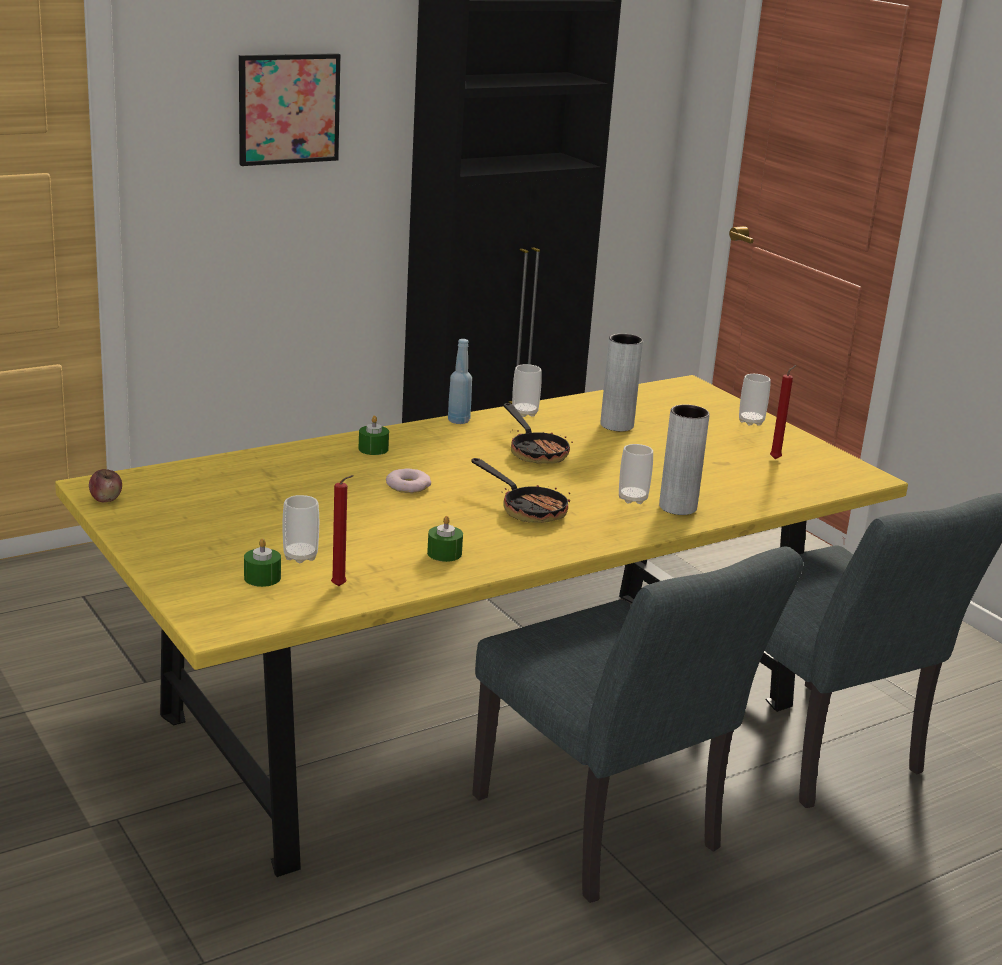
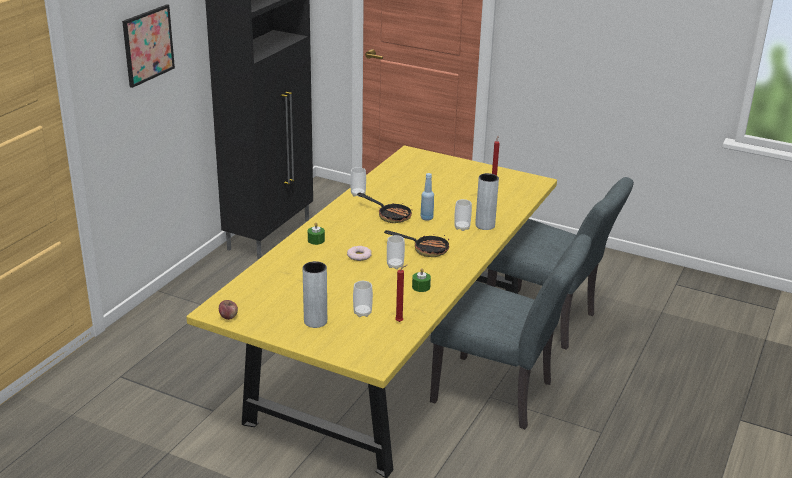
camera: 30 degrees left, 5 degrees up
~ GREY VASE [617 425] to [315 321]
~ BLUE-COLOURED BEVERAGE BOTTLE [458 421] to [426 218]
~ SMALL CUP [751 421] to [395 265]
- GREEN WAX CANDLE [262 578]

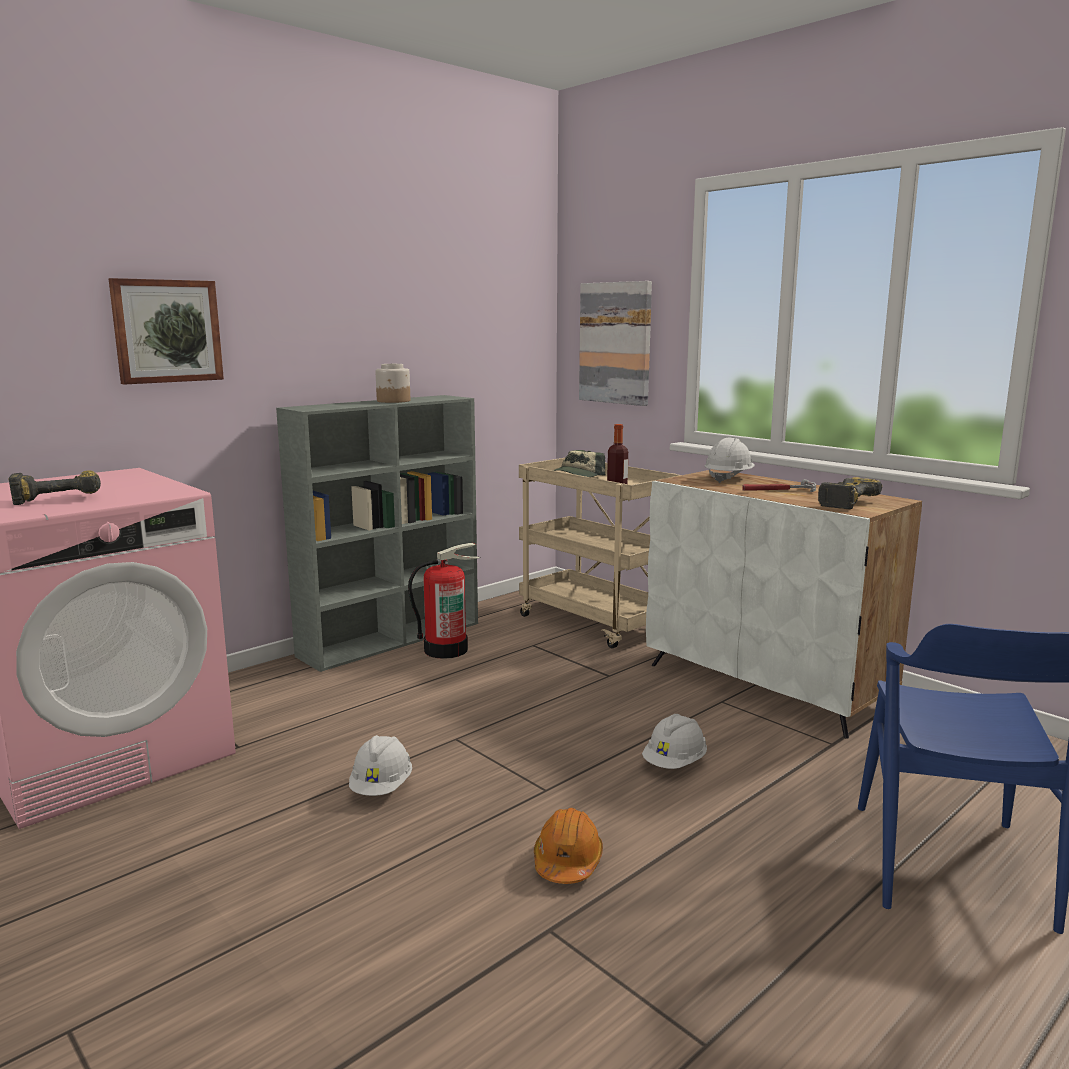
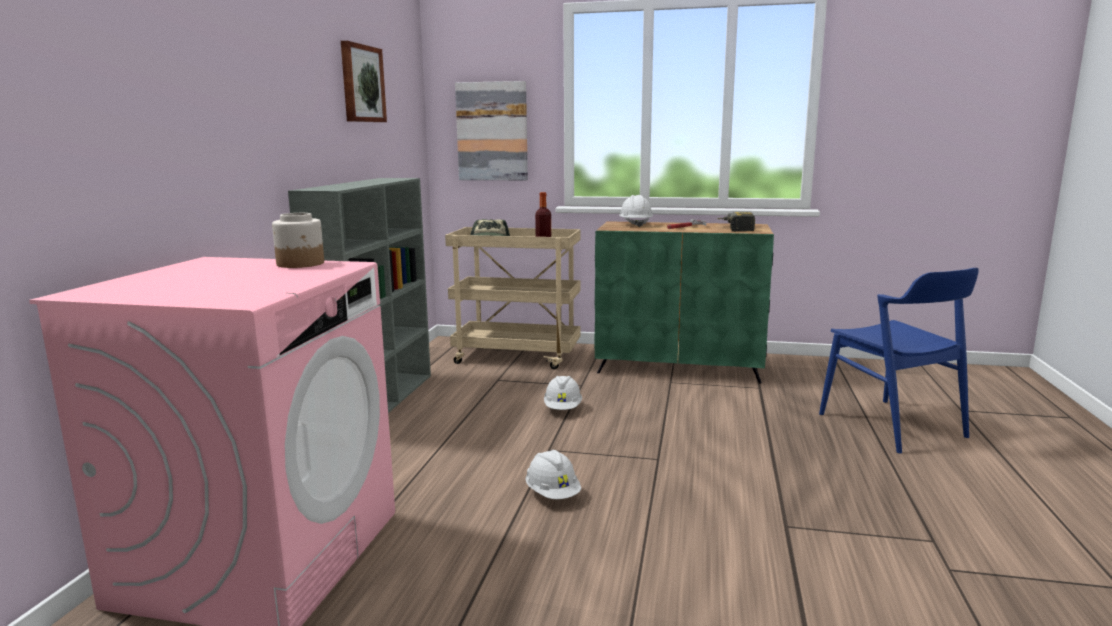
camera: 35 degrees left, 0 degrees up
~ PICTURE [167 331] to [361 84]
~ STORAGE JAR [393 401] to [301 264]
~ WHITISH CABINET [767 685] to GREEN CABINET [679 367]
- ELECTRIC DRILL [59 498]
- EXTINGUISHER [446 649]
~ WHITISH HARD HAT [675 763] to [563 409]
- ORANGE HARD HAT [567 861]

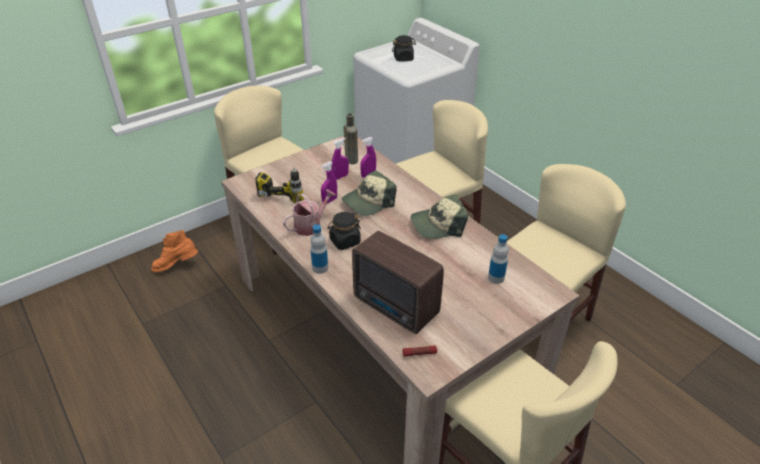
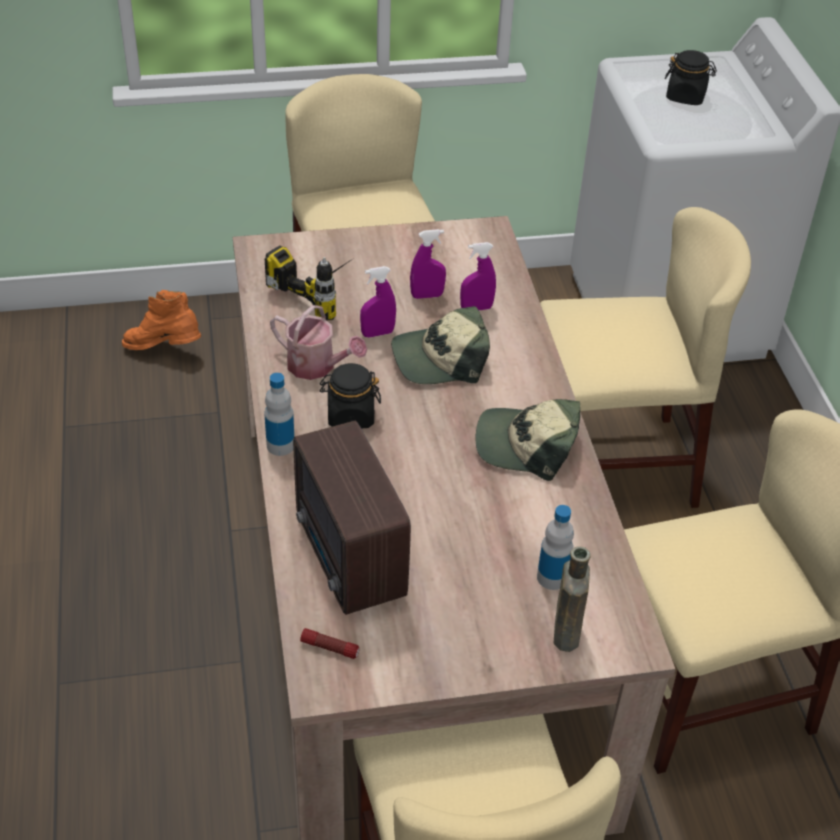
camera: 25 degrees right, 5 degrees up
~ BROWN BEVERAGE BOTTLE [351 158] to [566 630]
~ WATERING POT [310 225] = [317 366] 45 degrees clockwise

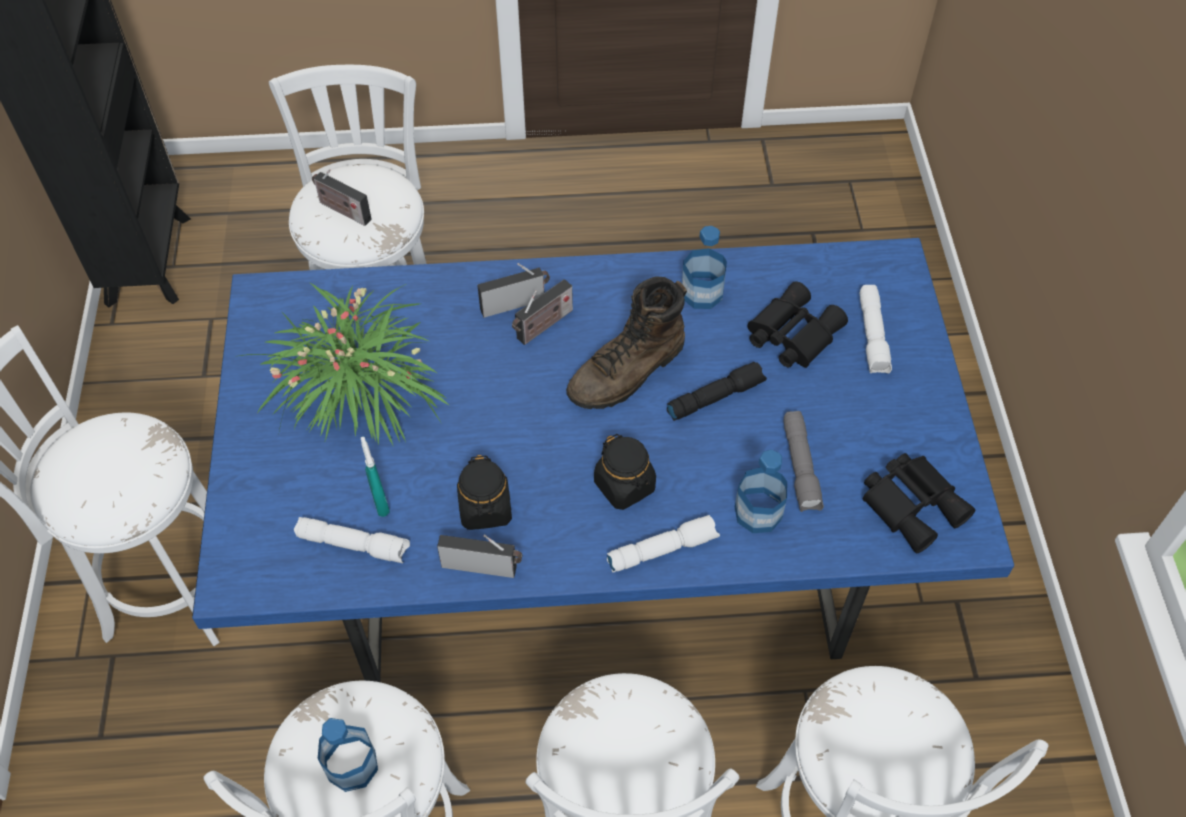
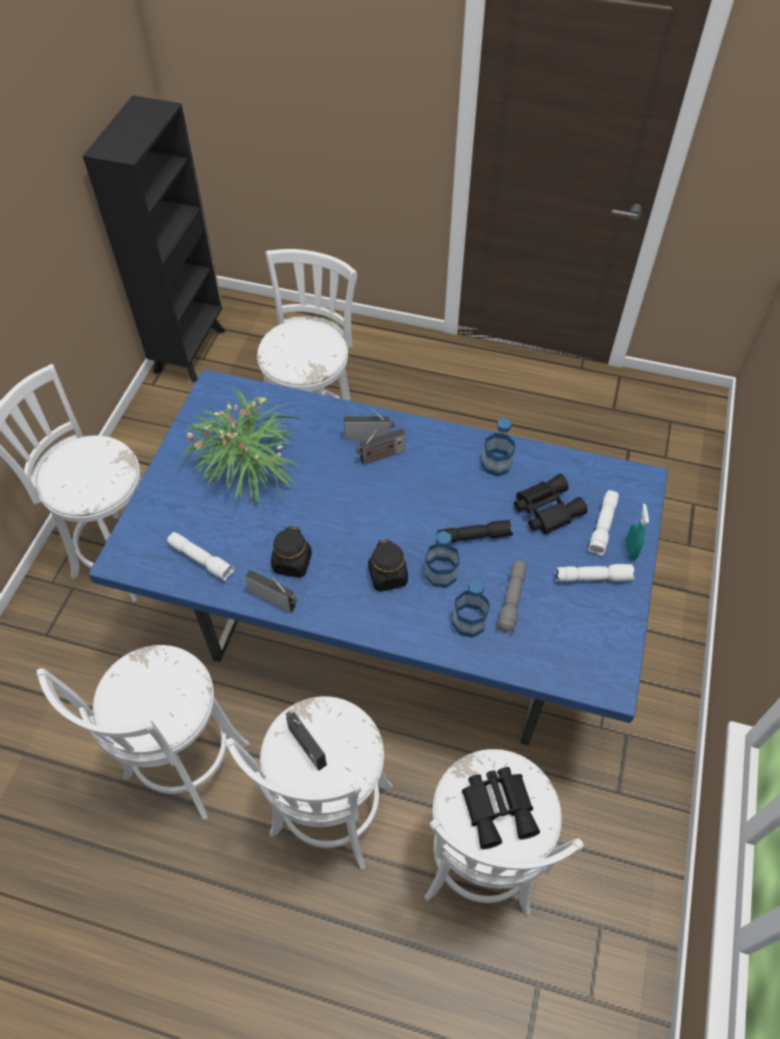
camera: 20 degrees right, 0 degrees up
~ RADIO RECEIVER [342 210] to [305 745]
- BROWN HIGH-TOP BOOT [628 372]
~ TURQUOISE-COLOURED HAND SPRAYER [380 502] to [630 550]
~ BLACKISH BINOCULARS [913 504] to [499 807]
~ WHITISH TORCH [662 548] to [594 577]
~ BEVERAGE BOTTLE [352 765] to [441 574]

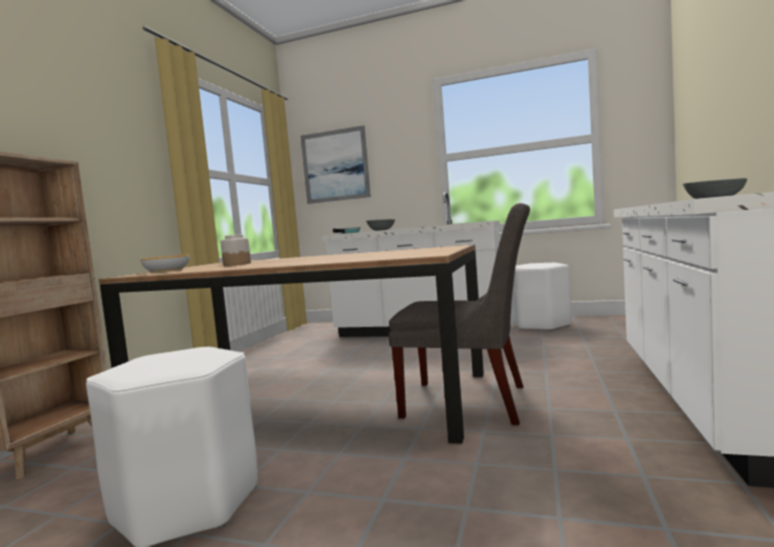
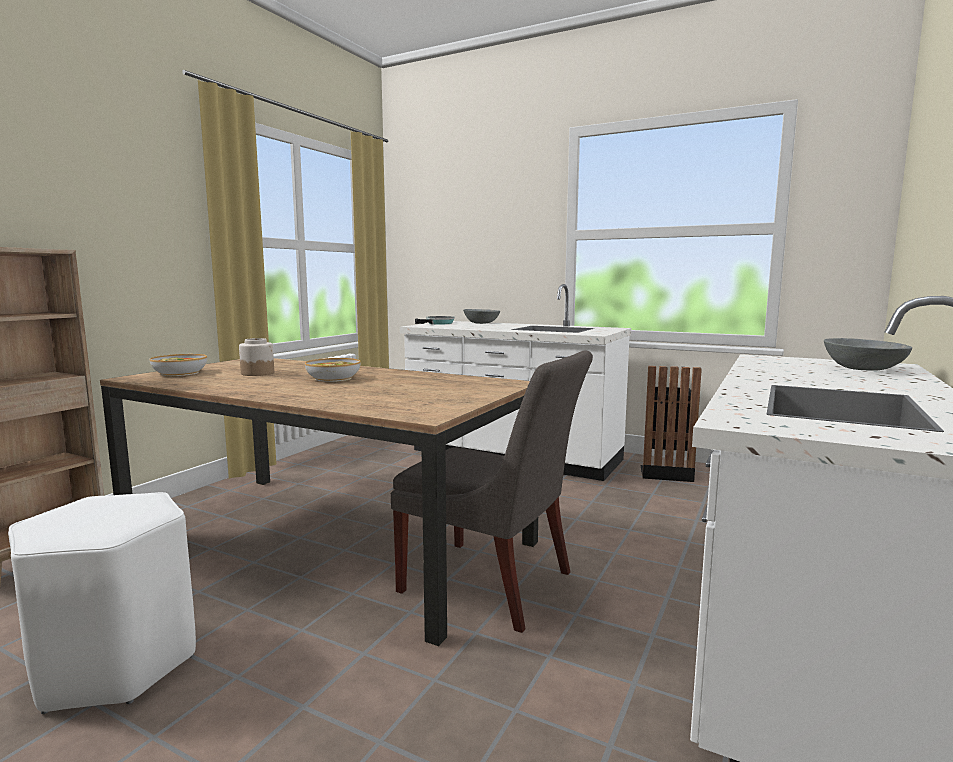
camera: 10 degrees right, 5 degrees up
- PICTURE [335 165]
~ WHITISH STOOL [540 324] to BLACKISH RUBBISH BIN [665 472]
+ BOWL [333 378]

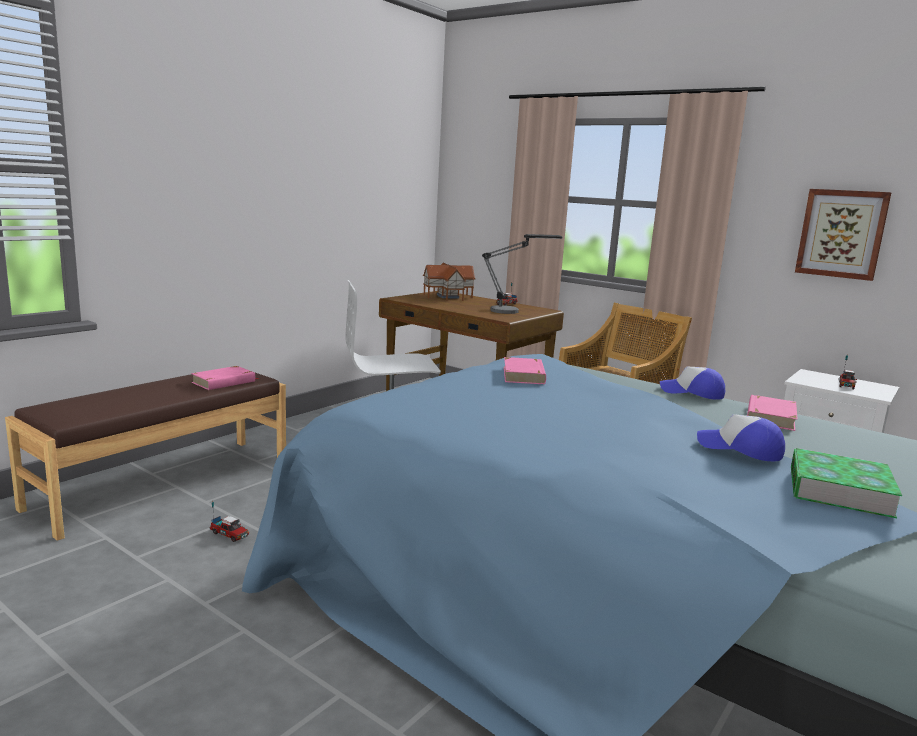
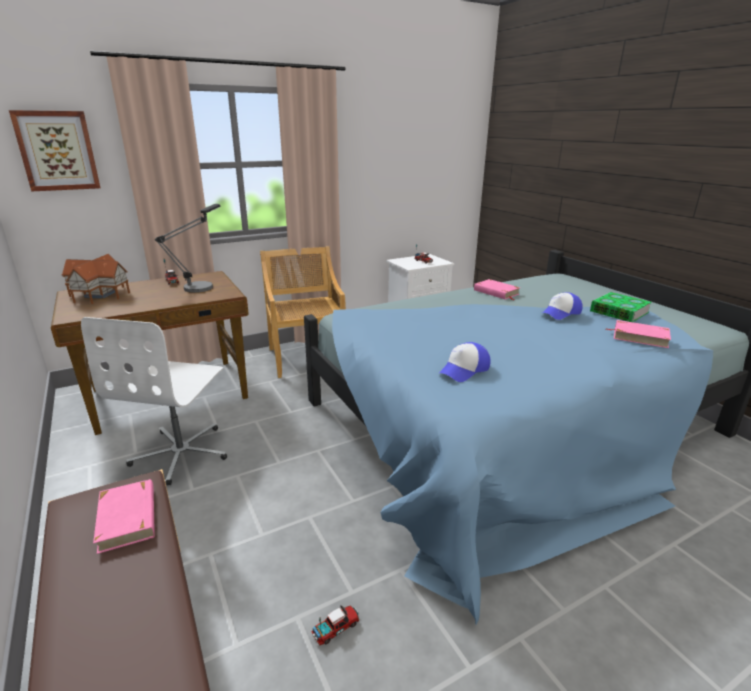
camera: 65 degrees left, 10 degrees up
~ PICTURE [841 234] to [57 151]
~ PINK VOLUME [524 375] to [640 337]
~ BASEBALL CAP [692 393] to [464 370]

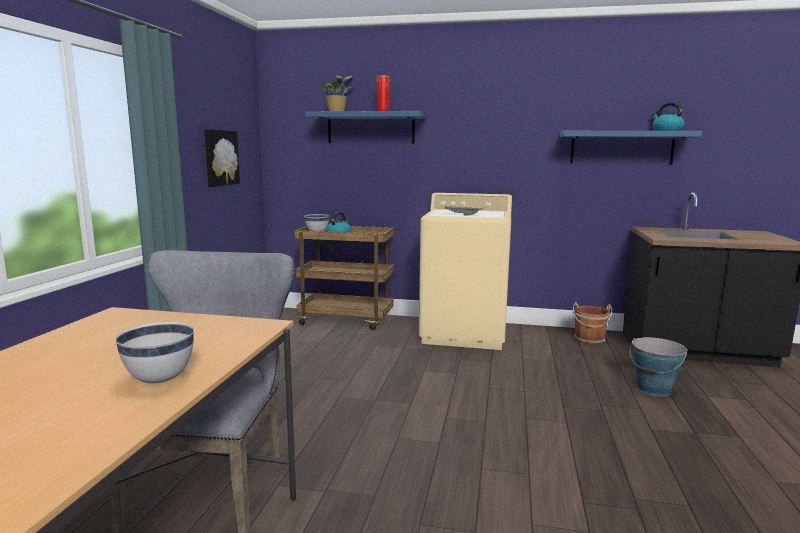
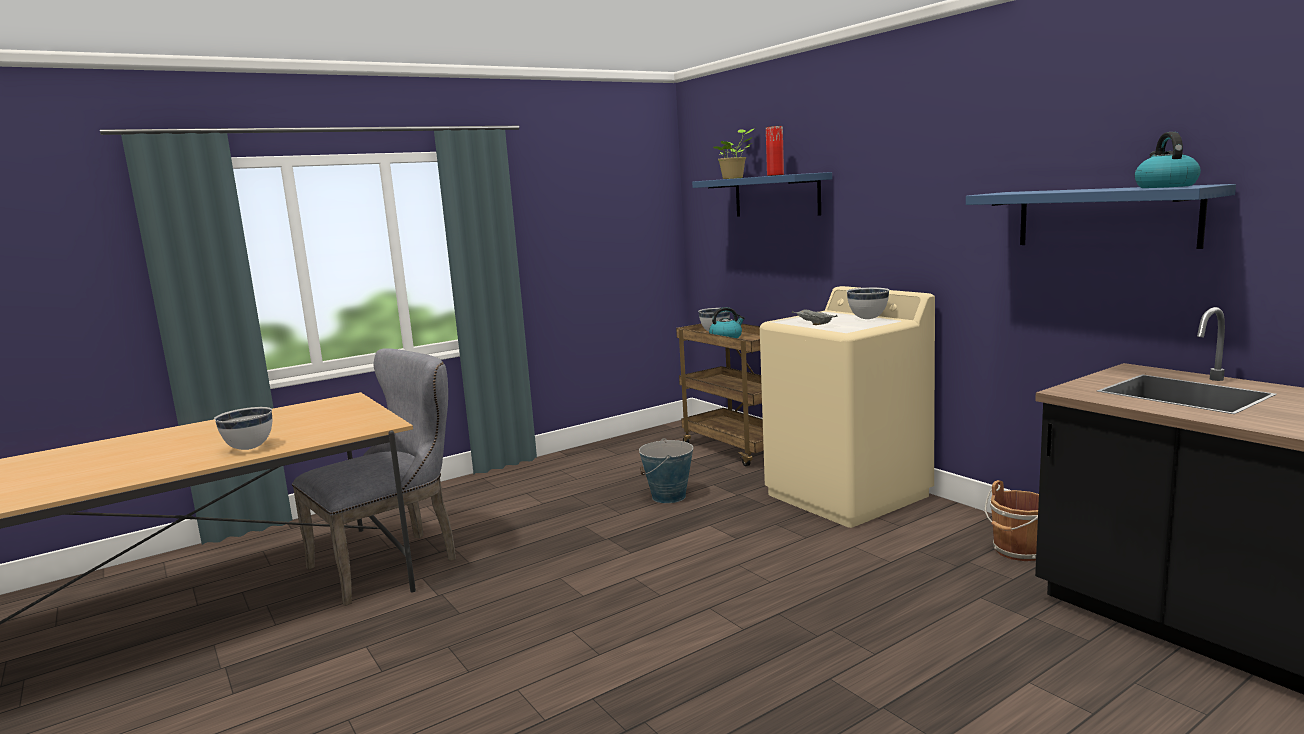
camera: 45 degrees right, 0 degrees up
- PICTURE [220 157]
~ WATER BUCKET [654 389] to [668 496]
+ WHITISH BOWL [867 319]

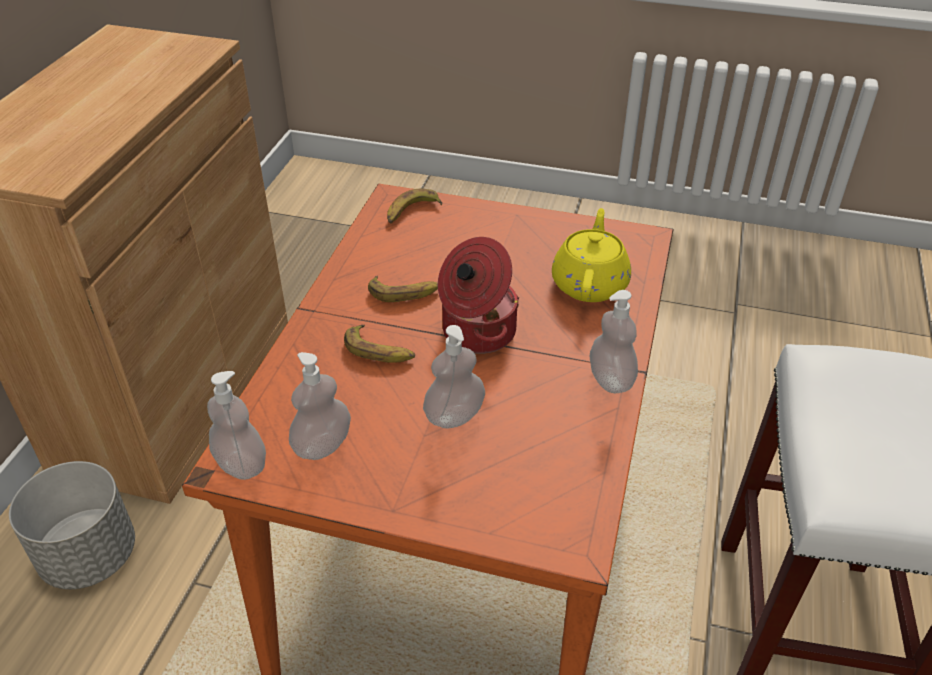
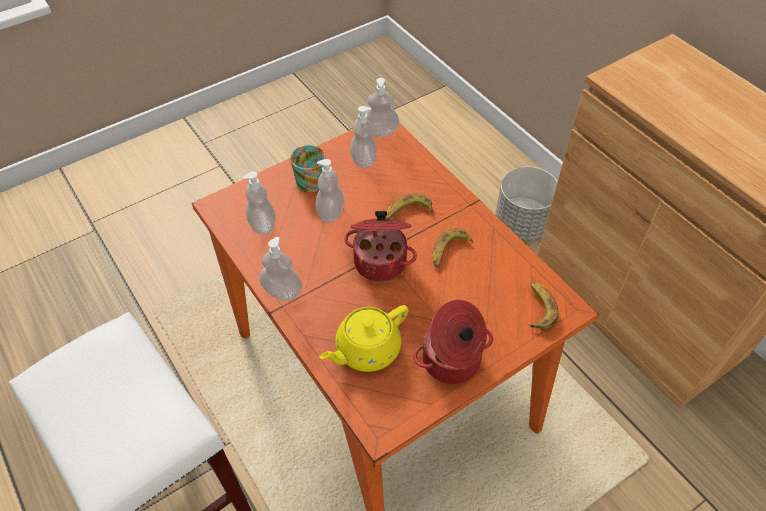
camera: 130 degrees right, 10 degrees up
~ YELLOWISH POT FOR TEA [590 283] = [366 350] 90 degrees clockwise
+ COFFEE MUG [307 179]
+ LIQUID SOAP BOTTLE [262 225]
+ STOCKPOT [452 361]

